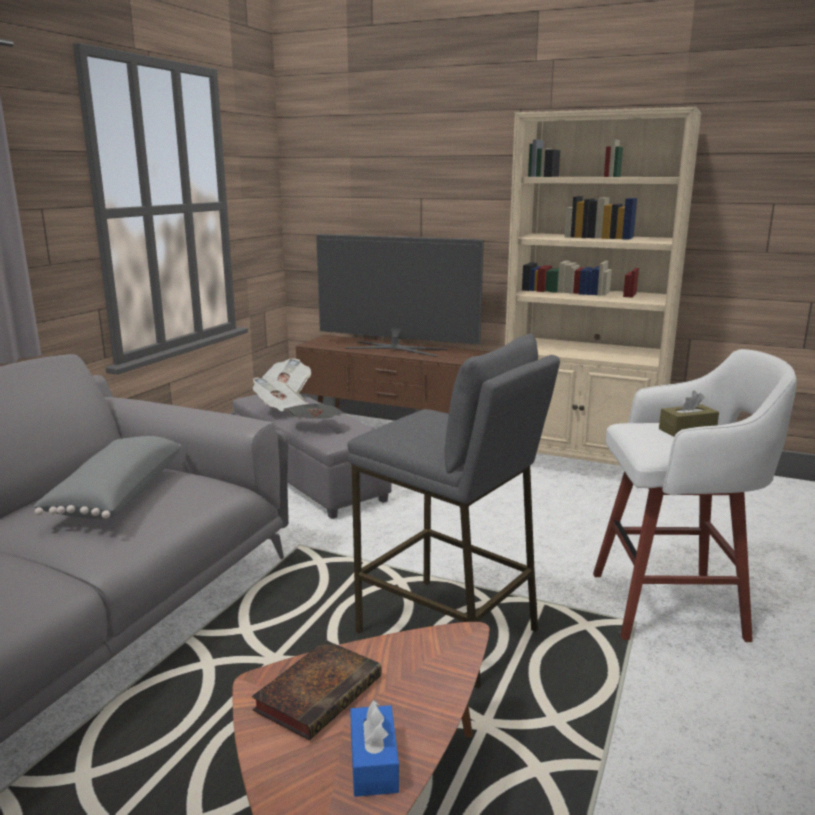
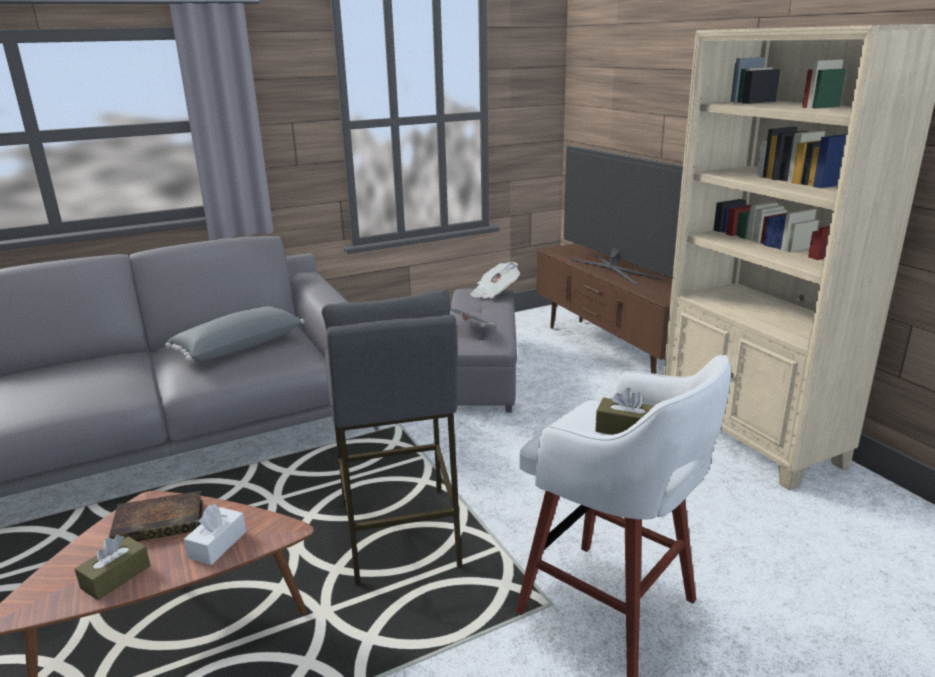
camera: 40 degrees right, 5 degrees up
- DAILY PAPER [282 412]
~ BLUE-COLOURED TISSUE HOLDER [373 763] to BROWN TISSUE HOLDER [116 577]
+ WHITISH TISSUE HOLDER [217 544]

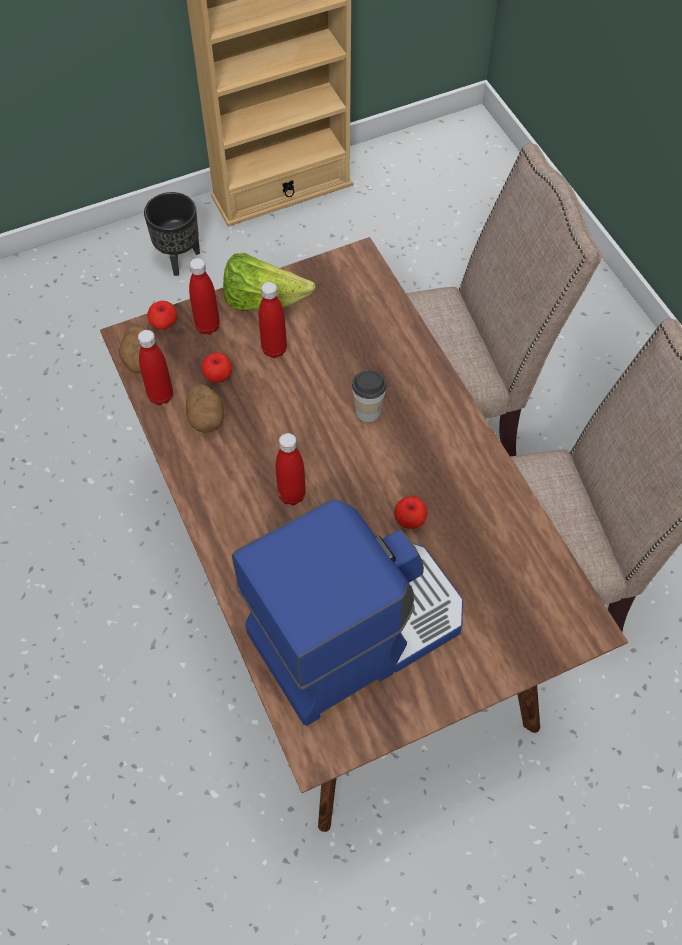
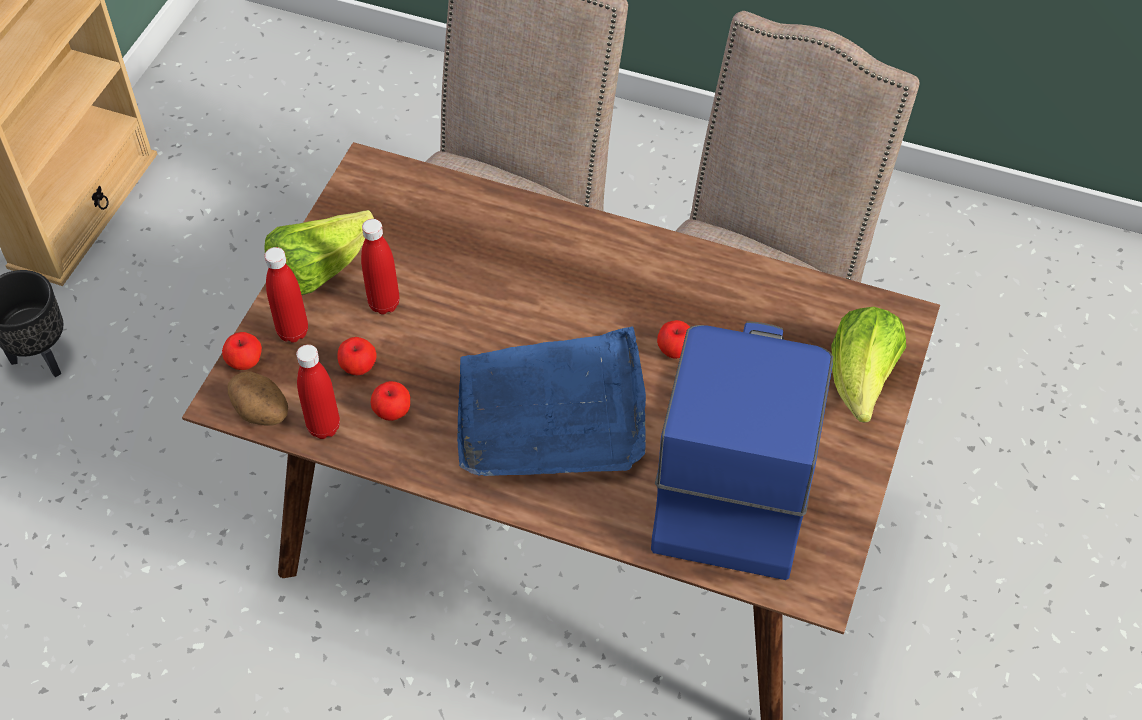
camera: 45 degrees left, 5 degrees down
- SMALL CUP [368 411]
~ SPUD [206 418] to APPLE FRUIT [392 411]
~ RED-COLOURED BEVERAGE BOTTLE [292 495] to BLUE-COLOURED SERVING TRAY [552 412]
+ LETTUCE [861 381]

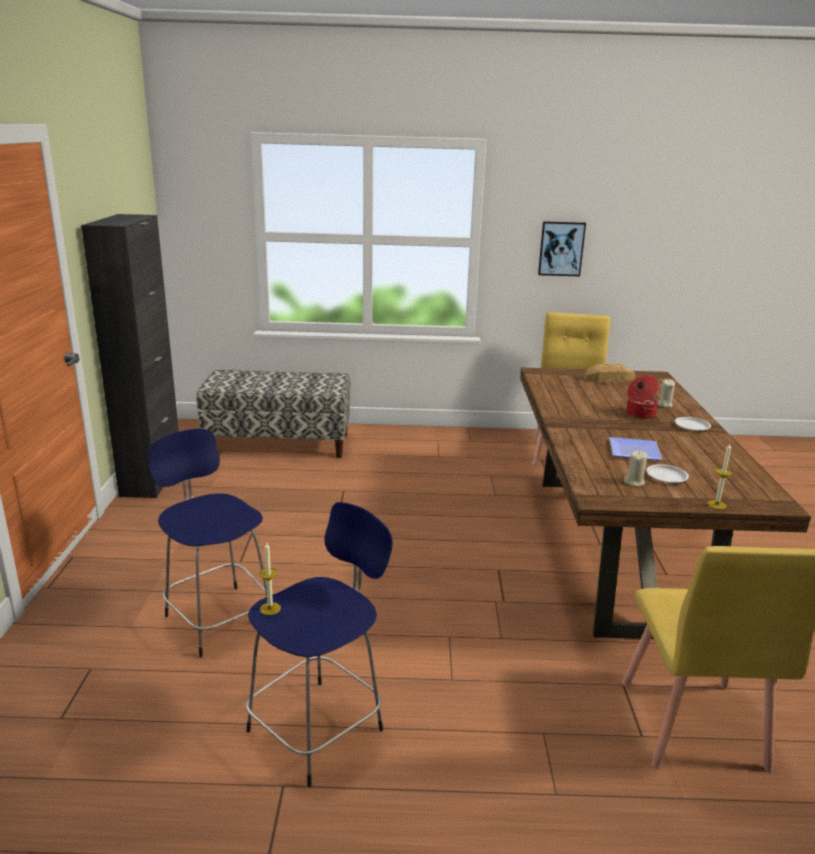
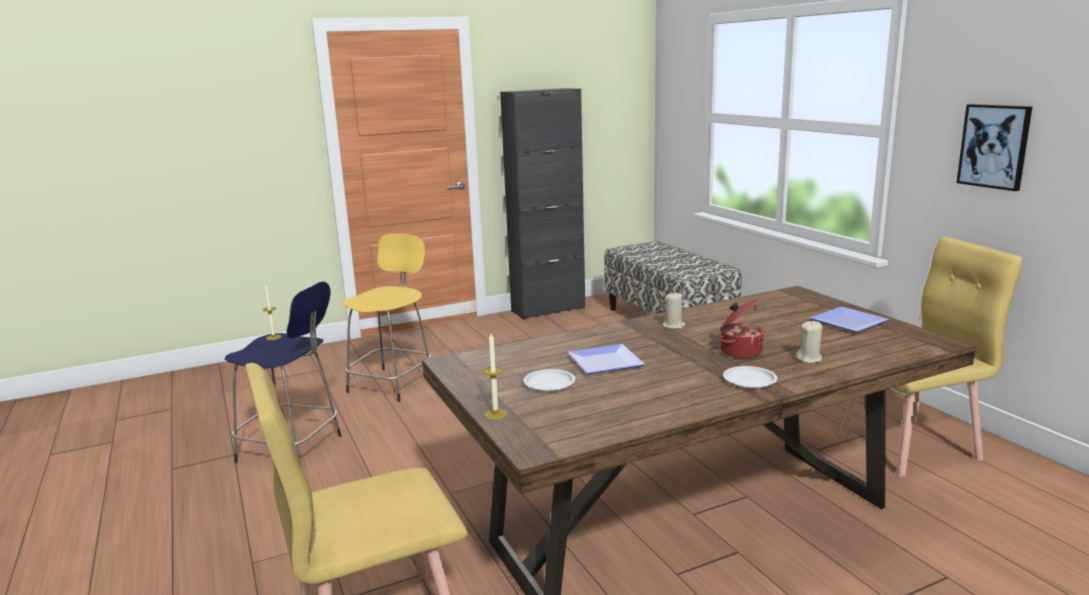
camera: 65 degrees right, 5 degrees down
~ BAKERY BREAD [609 379] to FLAT DISH [851 322]
~ BLUE-COLOURED STOOL [217 618] to YELLOWISH STOOL [393 383]
~ SAND-COLOURED WAX CANDLE [634 482] to [673 326]

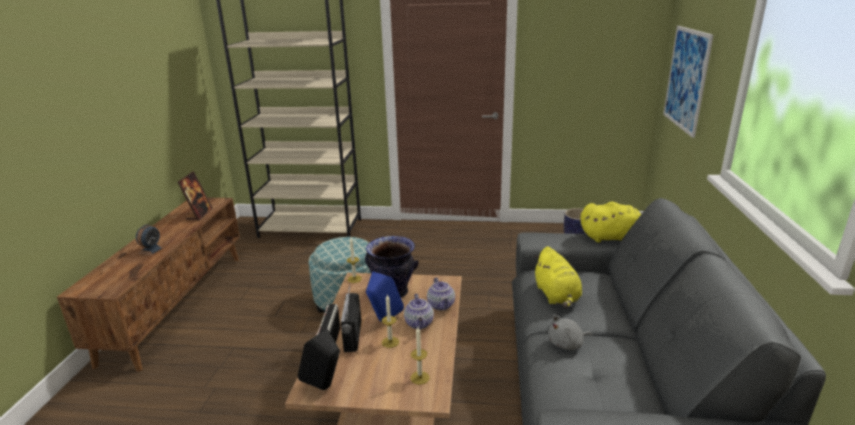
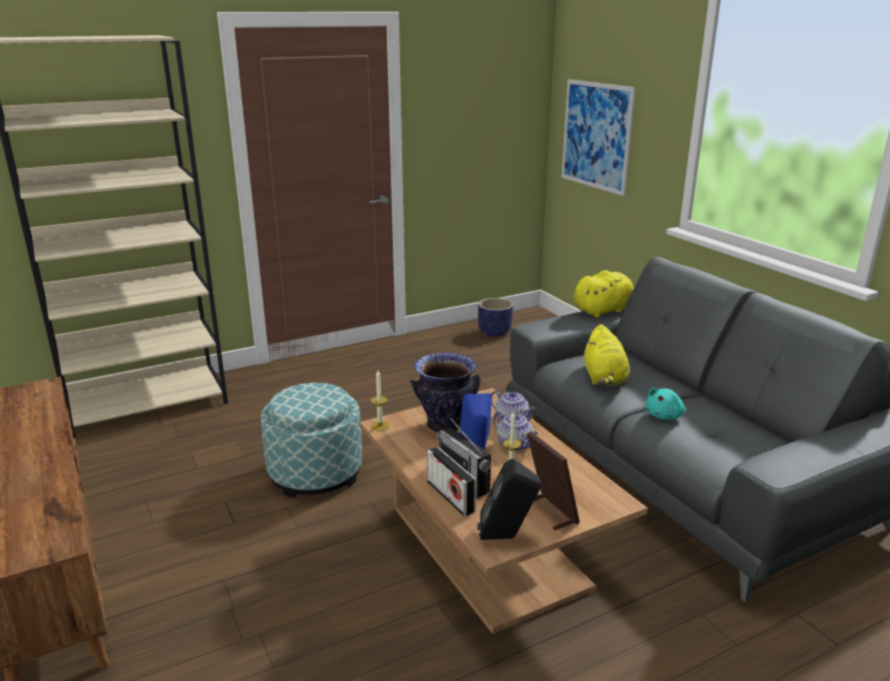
camera: 35 degrees left, 0 degrees up
~ STANDING FRAME [199 214] to [550 512]
- BEDSIDE CLOCK [151 250]
~ YELLOWISH CUDDLY TOY [557 296] = [604 379] 45 degrees clockwise
~ GREY CUDDLY TOY [567 344] to TURQUOISE-COLOURED CUDDLY TOY [664 416]
- WAX CANDLE [420 378]

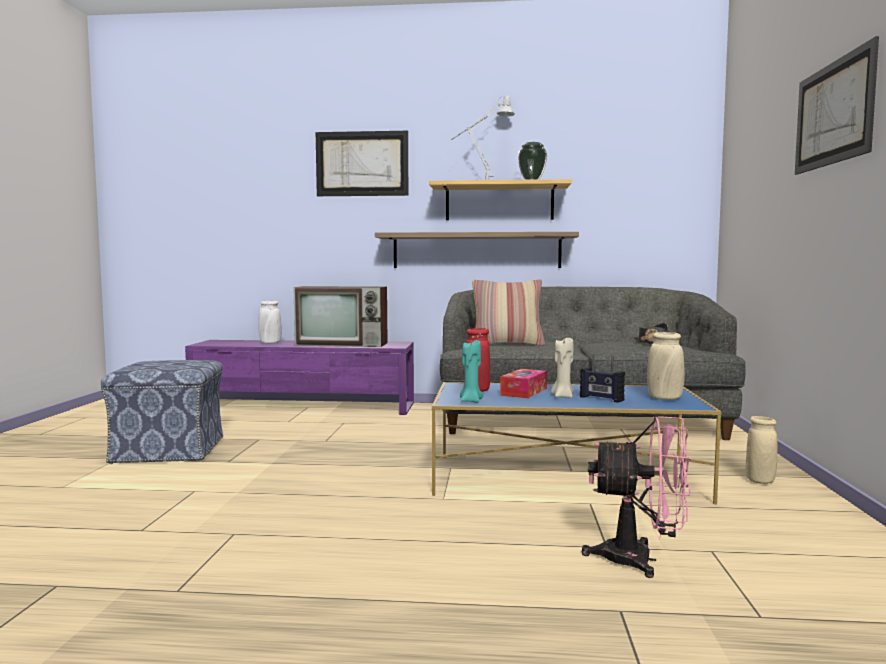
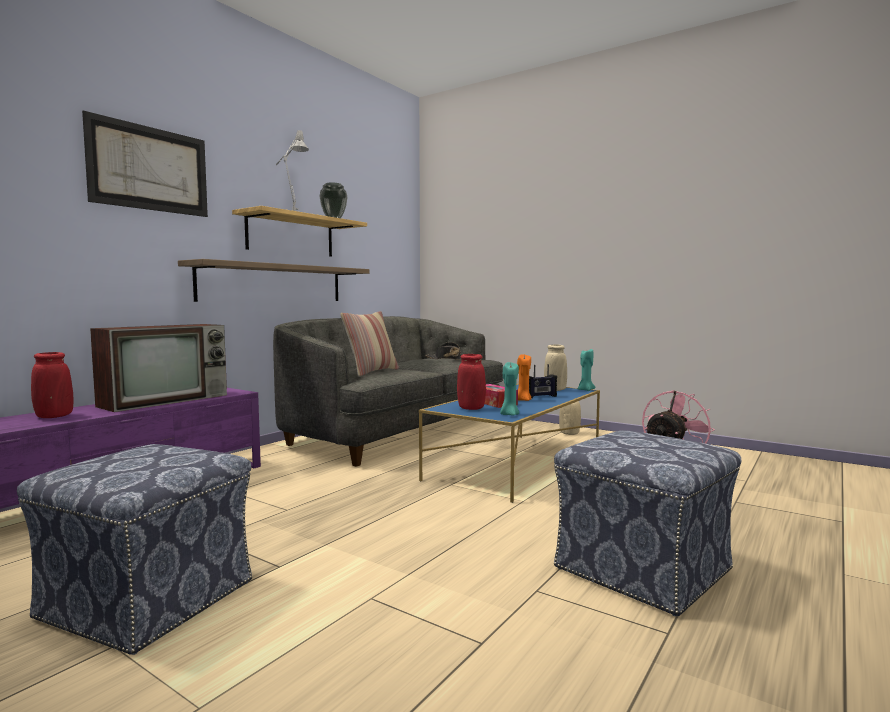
camera: 60 degrees left, 0 degrees up
- PICTURE [833 113]
~ WHITISH VASE [270 343] to RED-COLOURED VASE [54 416]
~ SAND-COLOURED WAX CANDLE [562 396] to ORANGE WAX CANDLE [523 400]
+ TURQUOISE-COLOURED WAX CANDLE [585 390]
+ POUFFE [644 569]

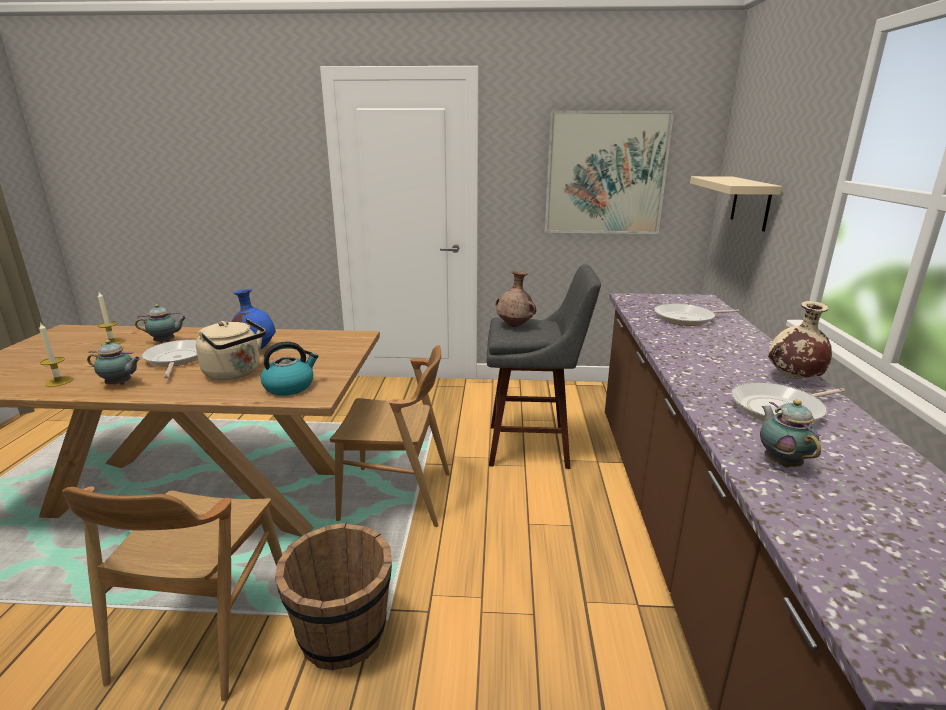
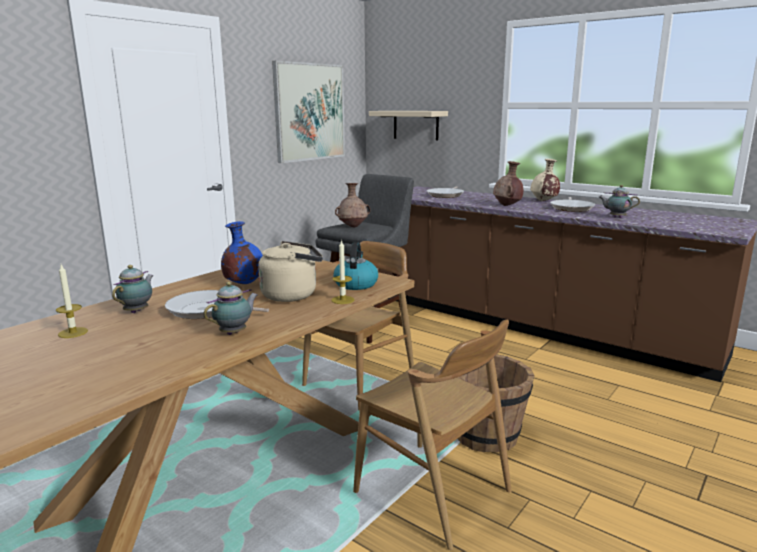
camera: 55 degrees left, 5 degrees down
~ WAX CANDLE [58 381] to [342 300]
+ BROWN VASE [507 205]

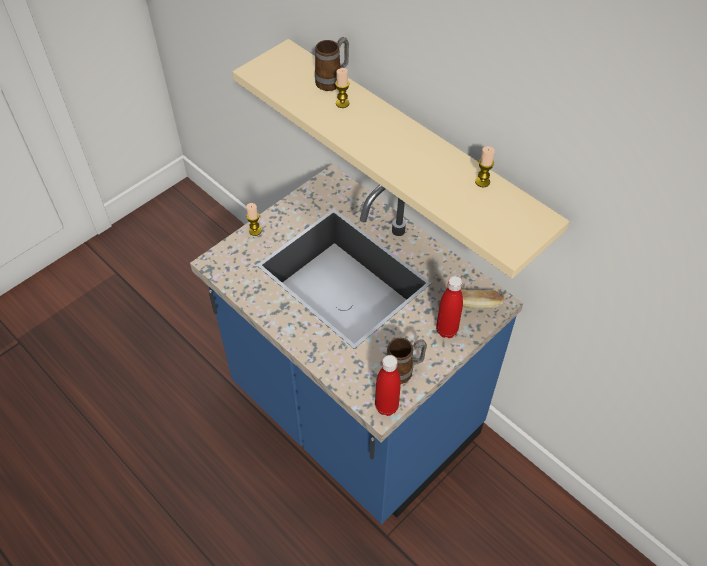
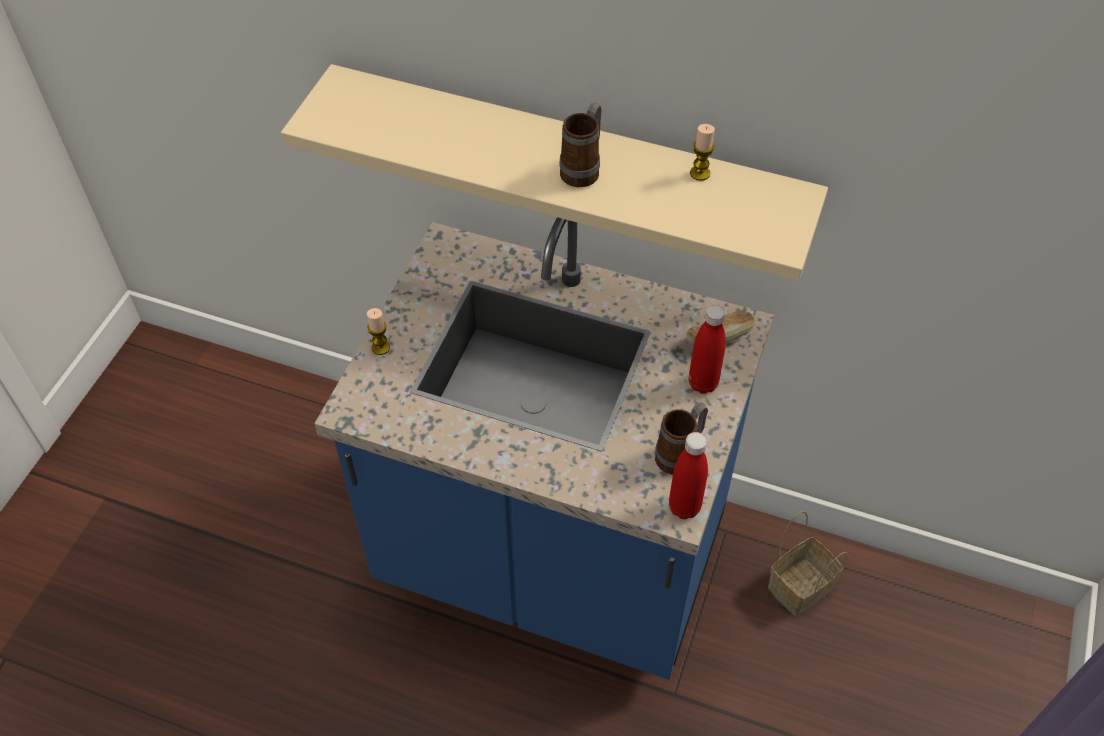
camera: 25 degrees left, 0 degrees up
~ COFFEE MUG [333 81] to [583 169]
- WAX CANDLE [342 103]
+ HOUSEHOLD BASKET [800 585]

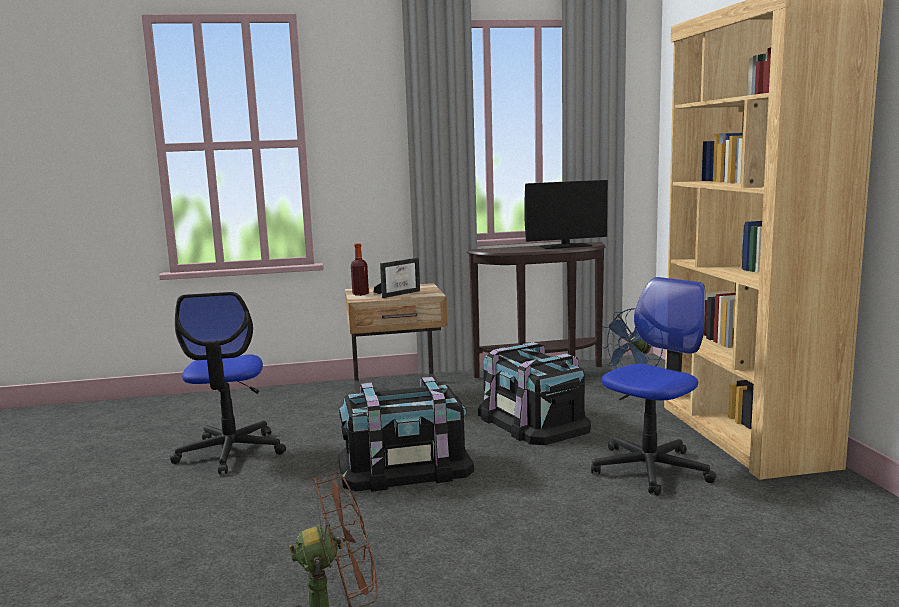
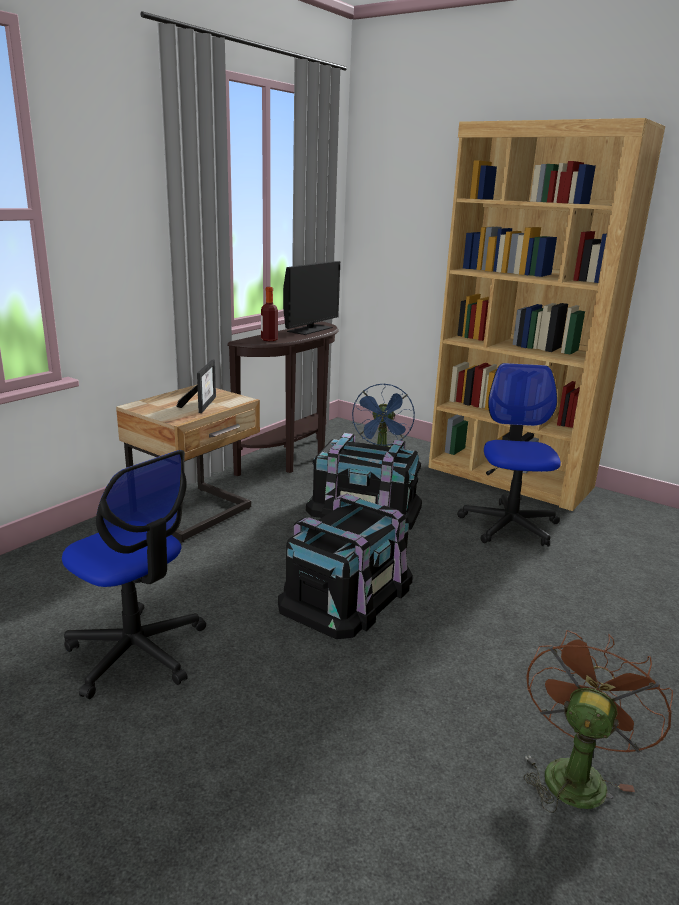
camera: 45 degrees left, 10 degrees up
~ BEVERAGE BOTTLE [360 294] to [269 340]

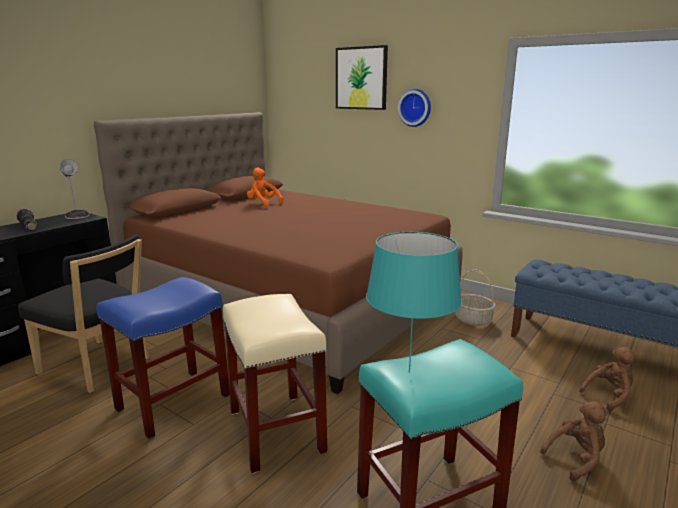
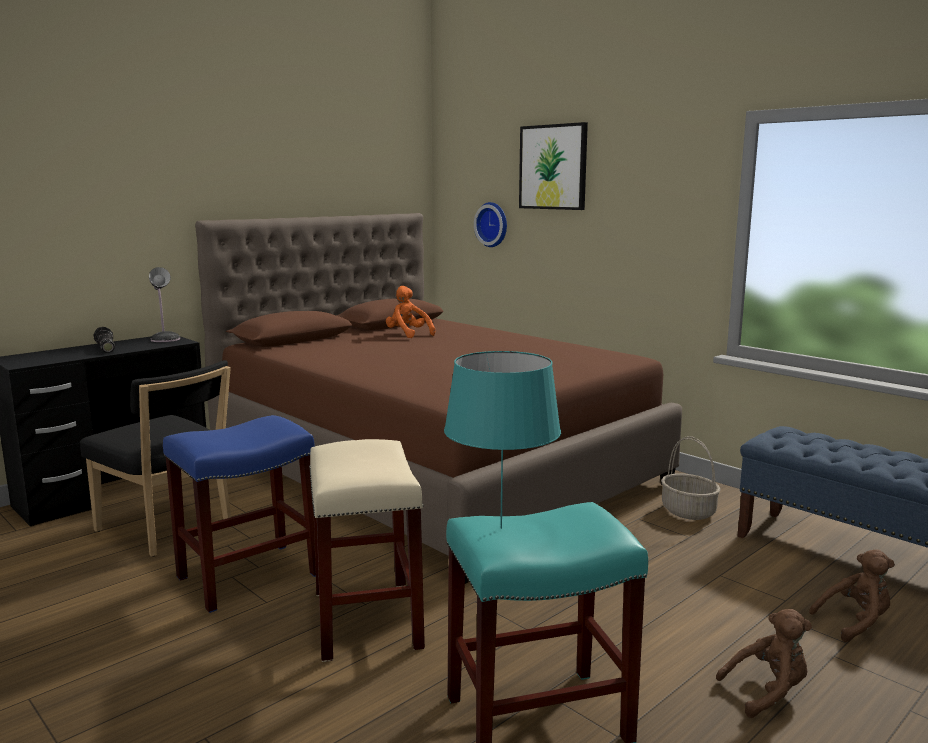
camera: 10 degrees right, 5 degrees down
~ WALL CLOCK [415 107] to [493 224]

